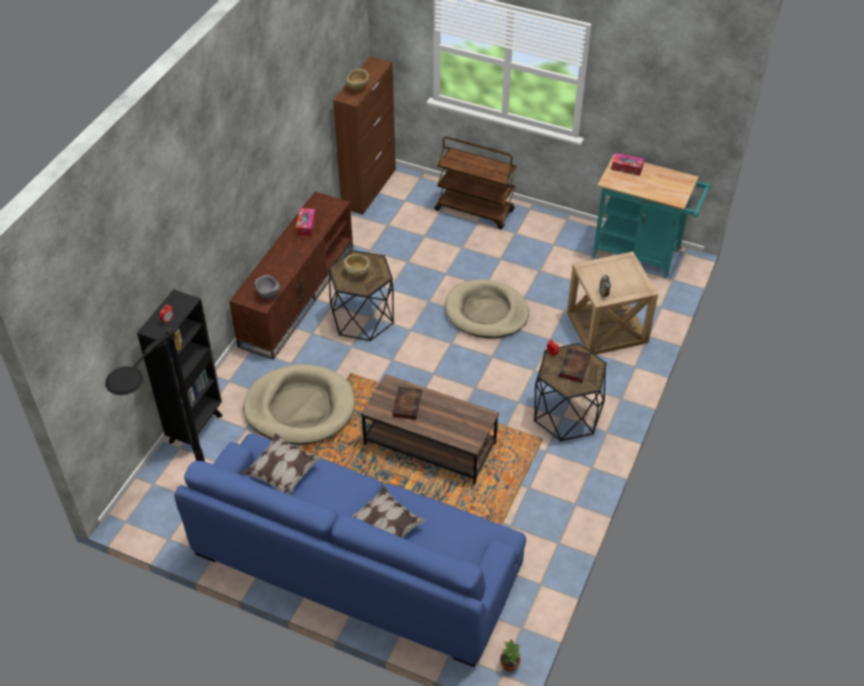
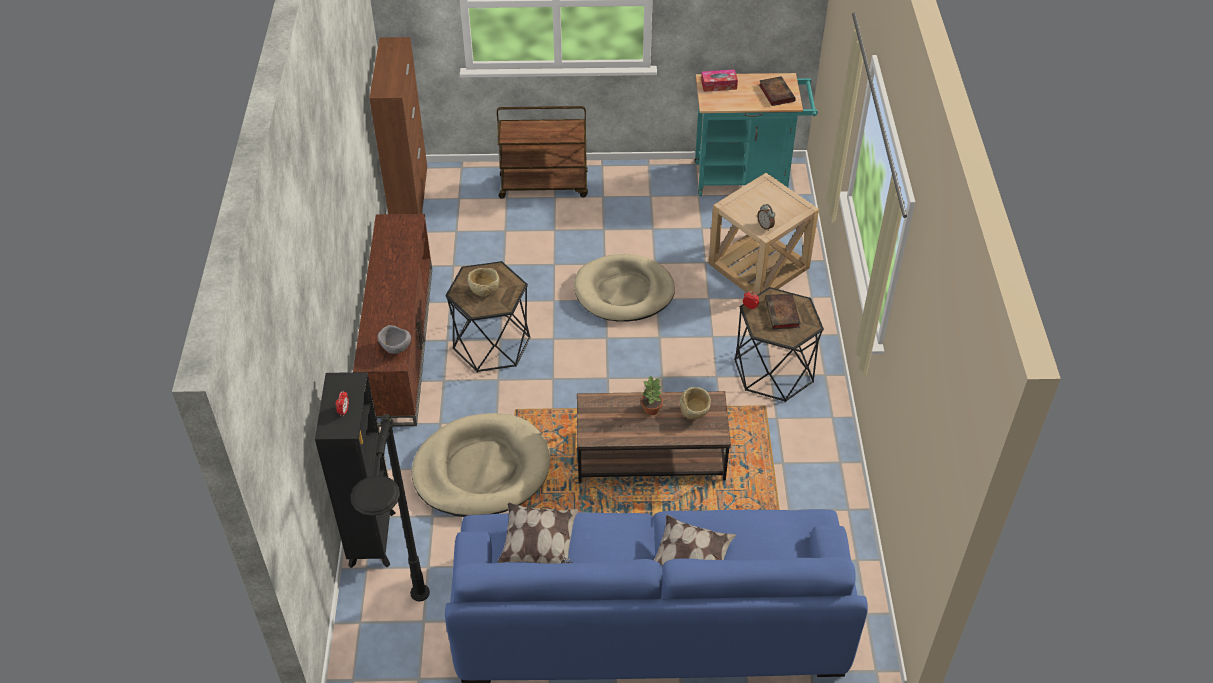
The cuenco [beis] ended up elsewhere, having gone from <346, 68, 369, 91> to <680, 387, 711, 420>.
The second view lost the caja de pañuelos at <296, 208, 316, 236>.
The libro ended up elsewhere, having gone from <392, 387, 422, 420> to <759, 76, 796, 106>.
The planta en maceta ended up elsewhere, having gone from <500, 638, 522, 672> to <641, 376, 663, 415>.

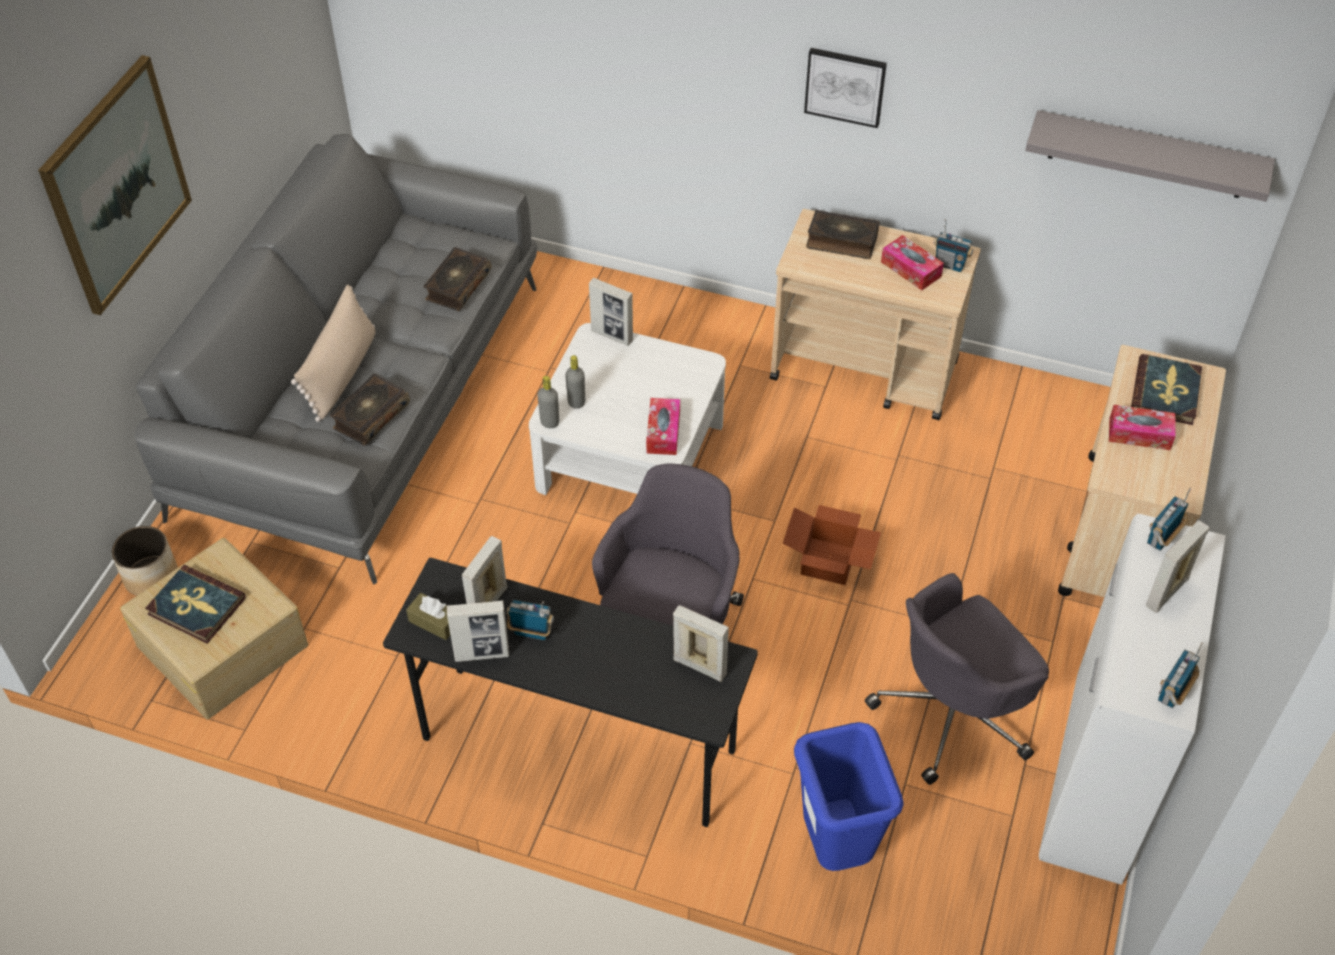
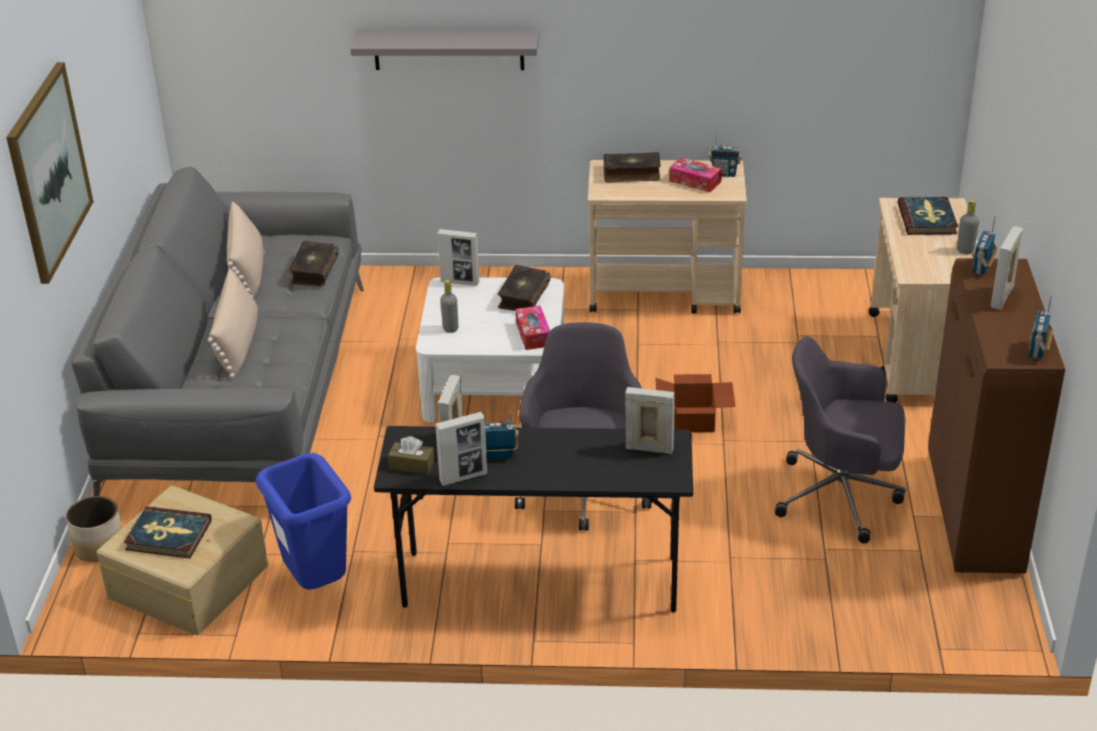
The second view lost the cuadro at <804, 48, 887, 128>.
The estante [gris] ended up elsewhere, having gone from <1025, 110, 1275, 202> to <350, 30, 539, 70>.
The libro ended up elsewhere, having gone from <330, 374, 410, 446> to <498, 265, 551, 311>.
The botella [gris] ended up elsewhere, having gone from <537, 376, 559, 428> to <957, 200, 979, 254>.
The second view lost the caja de pañuelos at <1109, 405, 1176, 450>.
What was the armario [blanco] at <1039, 513, 1226, 885> turned into the armario [marrón] at <928, 258, 1065, 574>.
The silla de oficina [gris] at <865, 573, 1049, 785> ended up facing another way, 60 degrees clockwise from before.
The papelera [azul] ended up elsewhere, having gone from <794, 722, 903, 871> to <256, 453, 351, 589>.
The second view gained the cojín [beis] at <227, 201, 264, 298>.

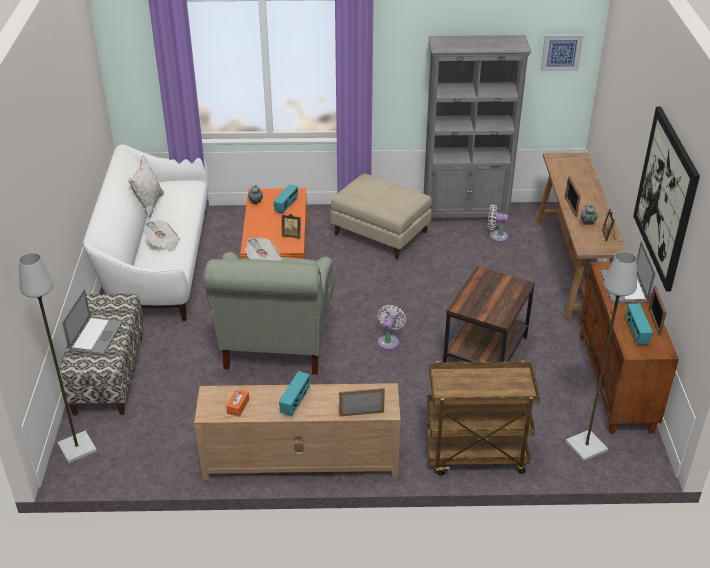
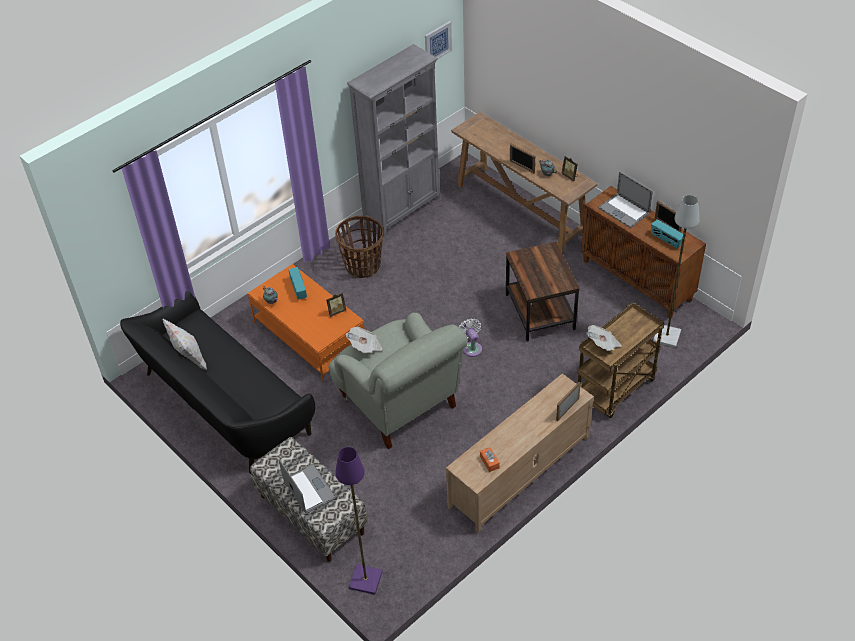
The second view lost the cuadro at <633, 107, 700, 291>.
What was the sofá [blanco] at <83, 144, 209, 321> turned into the sofá [negro] at <120, 291, 315, 474>.
Where the puf [beis] stood at <330, 174, 432, 259>, the cesta came to stand at <335, 215, 384, 278>.
The second view lost the ventilador [blanco] at <488, 205, 508, 242>.
The periódico ended up elsewhere, having gone from <143, 221, 180, 251> to <586, 325, 622, 351>.
What was the lámpara de pie [gris] at <19, 253, 97, 464> turned into the lámpara de pie [morado] at <336, 447, 383, 595>.
The second view lost the radio at <279, 371, 310, 416>.

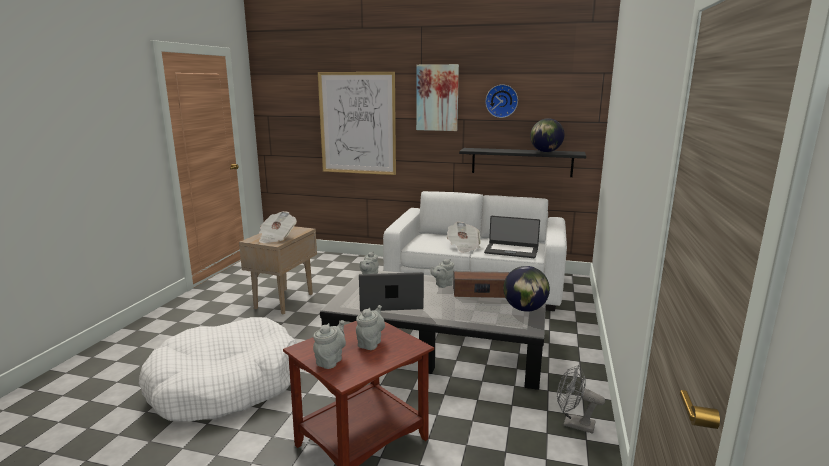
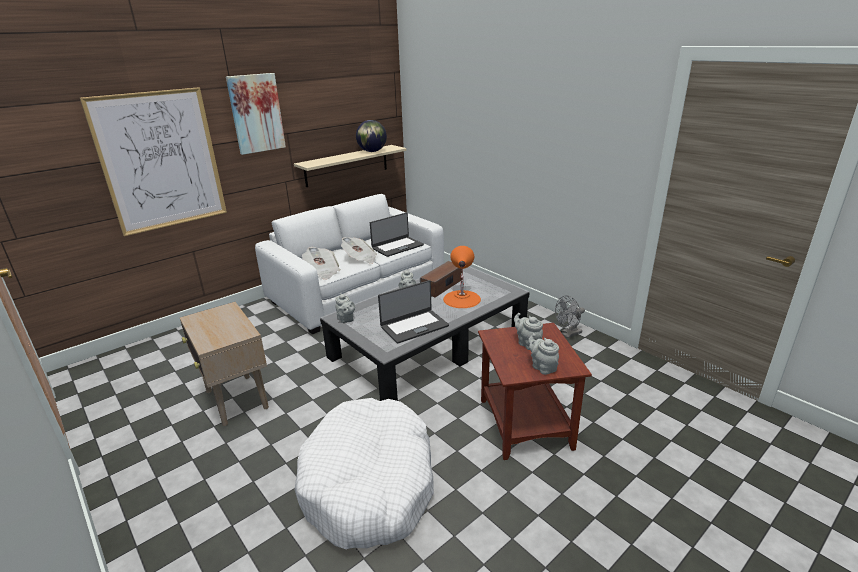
The second view lost the reloj de pared at <485, 84, 518, 118>.
What was the estante [negro] at <459, 148, 586, 177> turned into the estante [beis] at <294, 145, 407, 187>.
The periódico ended up elsewhere, having gone from <259, 211, 297, 243> to <302, 247, 341, 280>.
The second view lost the globo terráqueo at <503, 266, 550, 312>.
The portátil at <359, 272, 424, 312> ended up facing another way, 150 degrees counterclockwise from before.
The second view gained the lámpara de mesa [naranja] at <443, 246, 481, 308>.

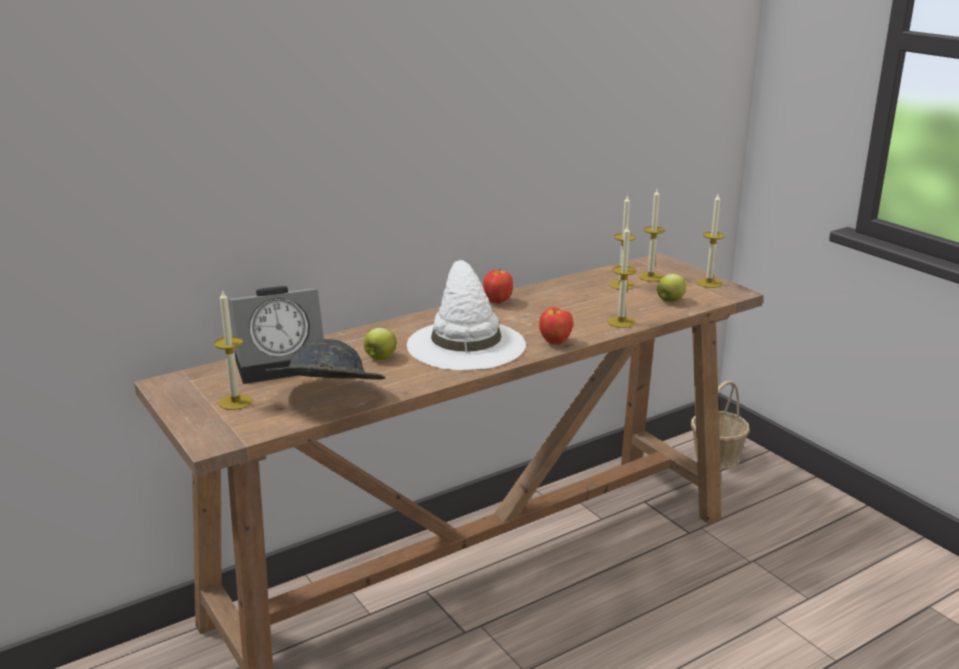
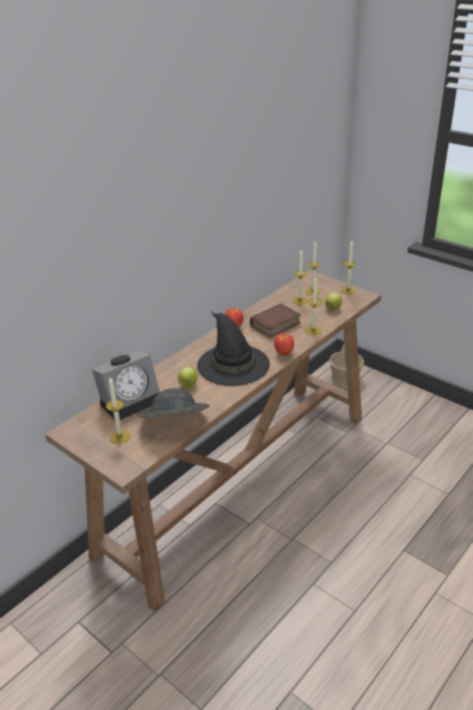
What was the sombrero [blanco] at <407, 260, 526, 370> turned into the sombrero [negro] at <197, 312, 270, 386>.
The second view gained the libro at <250, 304, 301, 338>.

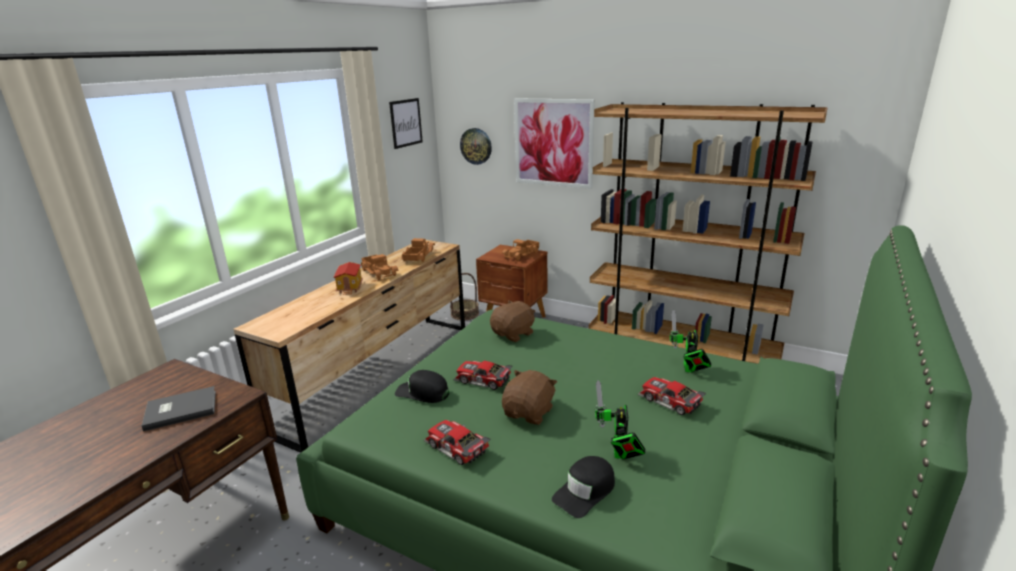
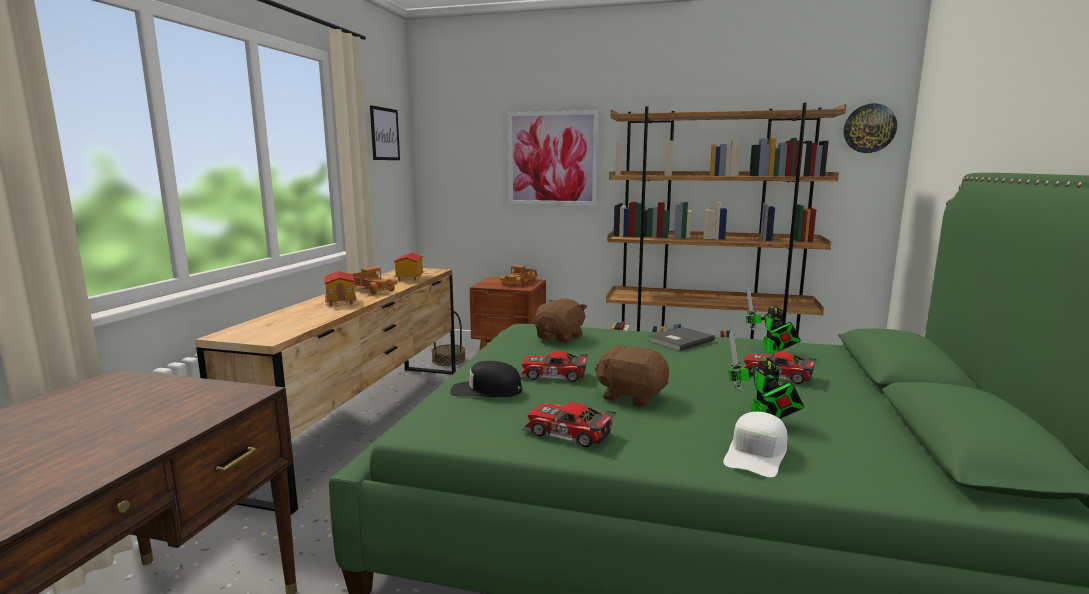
The reloj de pared ended up elsewhere, having gone from <460, 128, 492, 165> to <844, 104, 897, 153>.
Where the camión de juguete stood at <401, 238, 435, 262>, the casita came to stand at <394, 253, 424, 281>.
The peluche [marrón] at <502, 370, 557, 425> ended up facing another way, 75 degrees counterclockwise from before.
The libro [gris] ended up elsewhere, having gone from <142, 386, 216, 431> to <648, 327, 715, 351>.
What was the gorra [negro] at <552, 456, 615, 518> turned into the gorra [blanco] at <723, 412, 787, 477>.

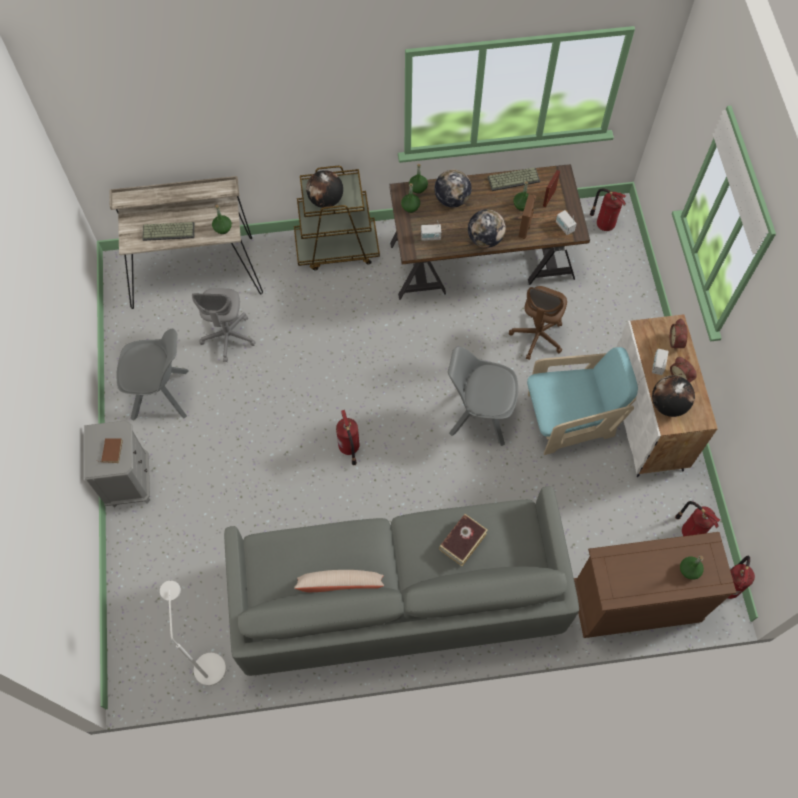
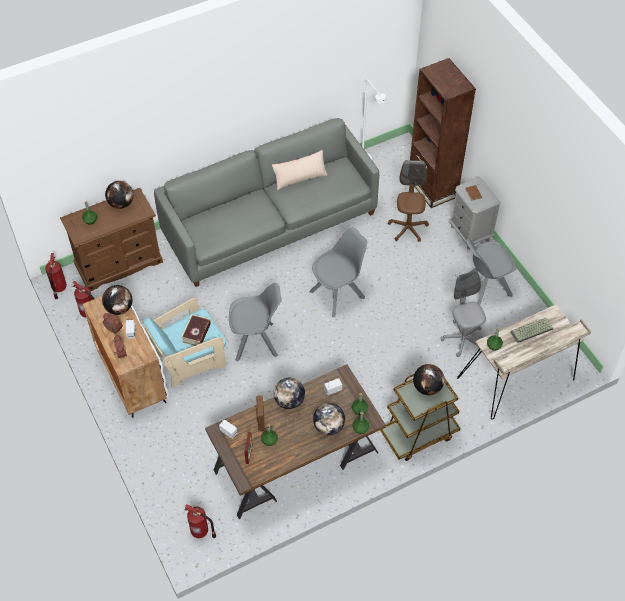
The second view lost the teclado at <488, 167, 540, 191>.
The silla de oficina [marrón] ended up elsewhere, having gone from <509, 286, 567, 360> to <388, 160, 429, 242>.
Where the extintor stood at <336, 410, 360, 465>, the silla [gris] came to stand at <310, 228, 367, 317>.
The libro ended up elsewhere, having gone from <439, 514, 488, 566> to <181, 314, 211, 346>.
The second view gained the estantería [marrón] at <410, 58, 476, 208>.
The second view gained the globo terráqueo at <105, 181, 133, 209>.

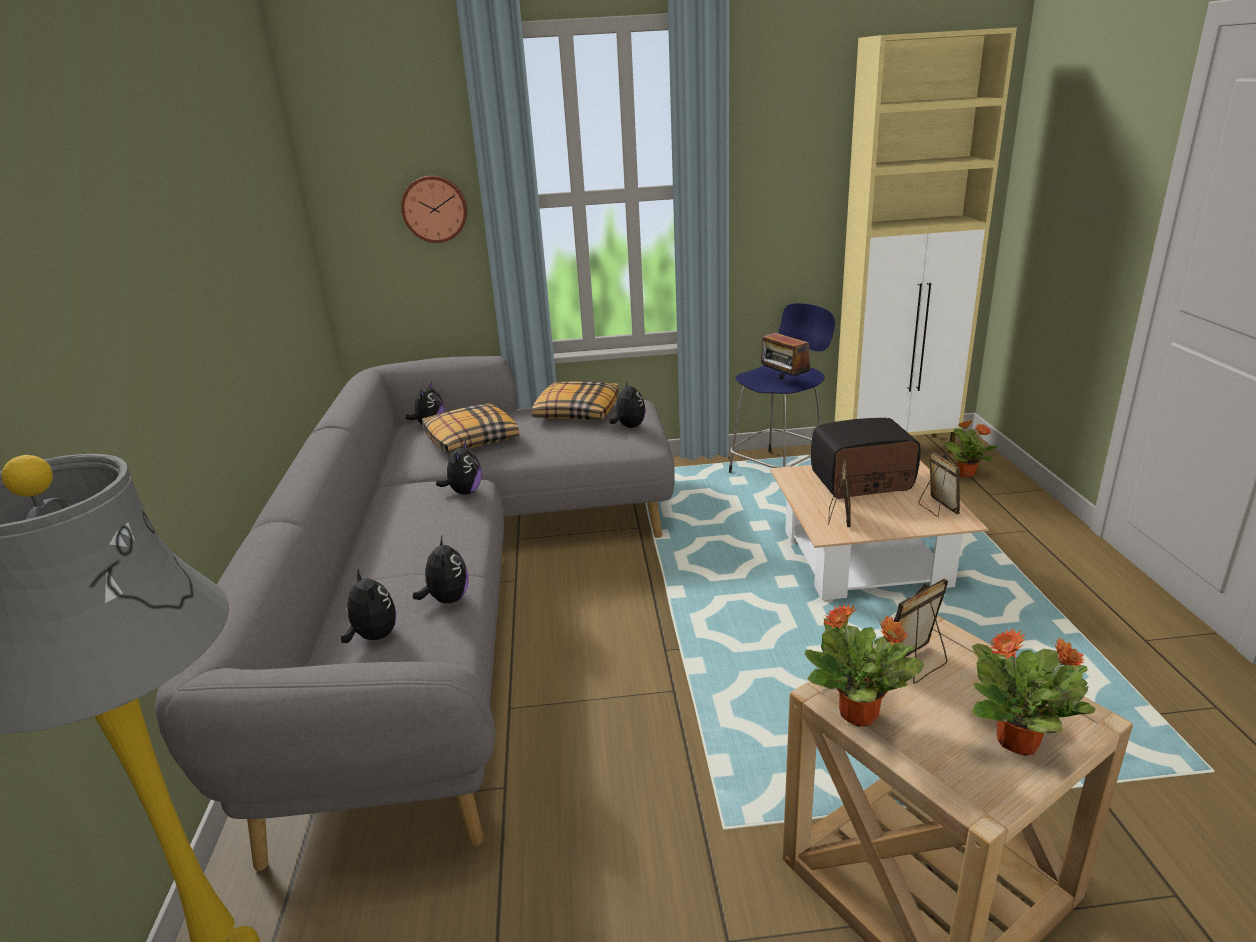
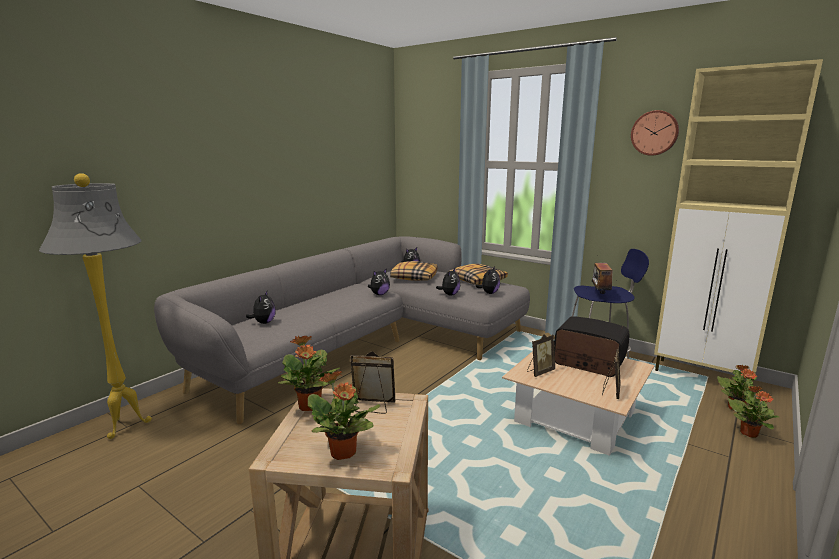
The reloj de pared ended up elsewhere, having gone from <401, 175, 467, 243> to <631, 110, 679, 156>.
The peluche ended up elsewhere, having gone from <413, 536, 469, 603> to <436, 268, 460, 296>.
The second view gained the planta en maceta at <728, 386, 779, 438>.

